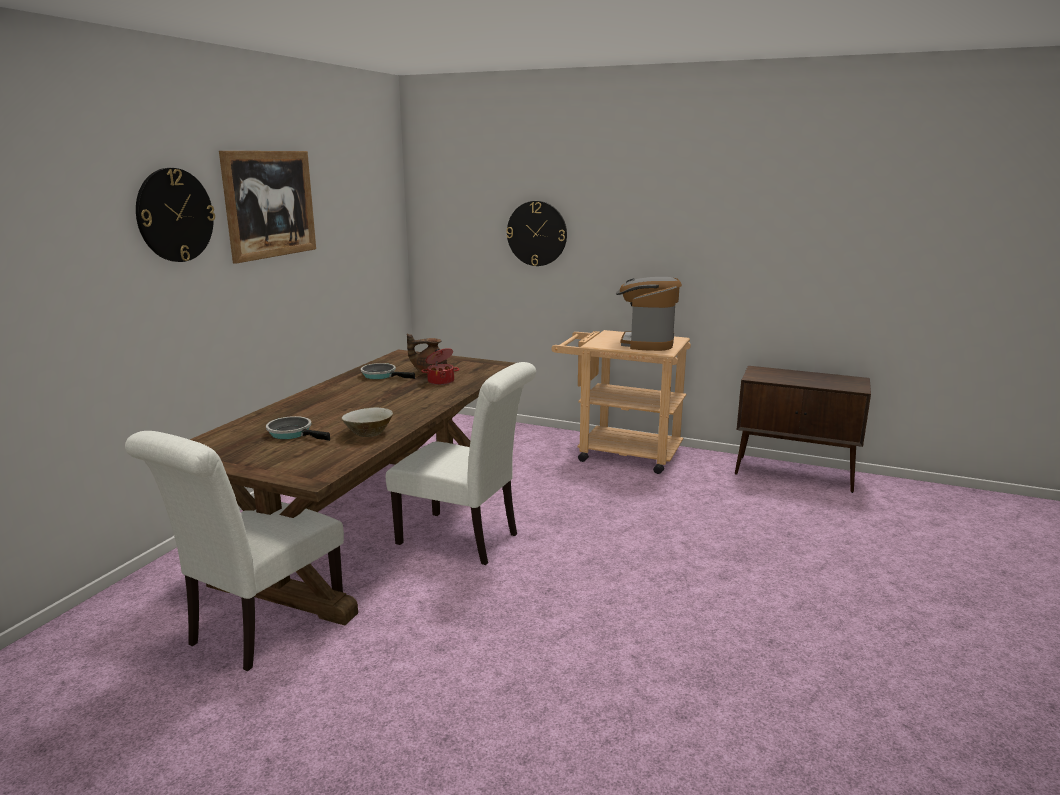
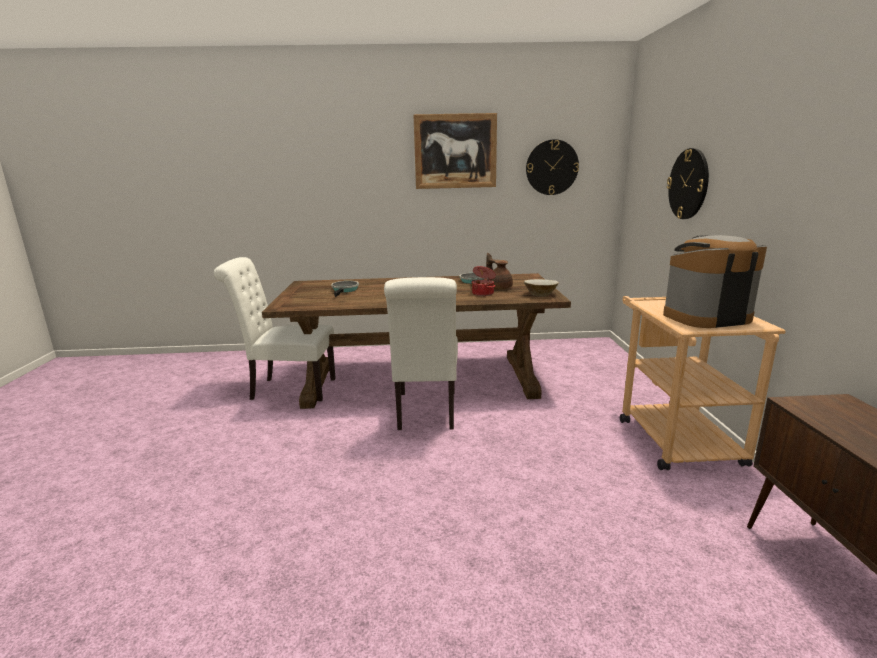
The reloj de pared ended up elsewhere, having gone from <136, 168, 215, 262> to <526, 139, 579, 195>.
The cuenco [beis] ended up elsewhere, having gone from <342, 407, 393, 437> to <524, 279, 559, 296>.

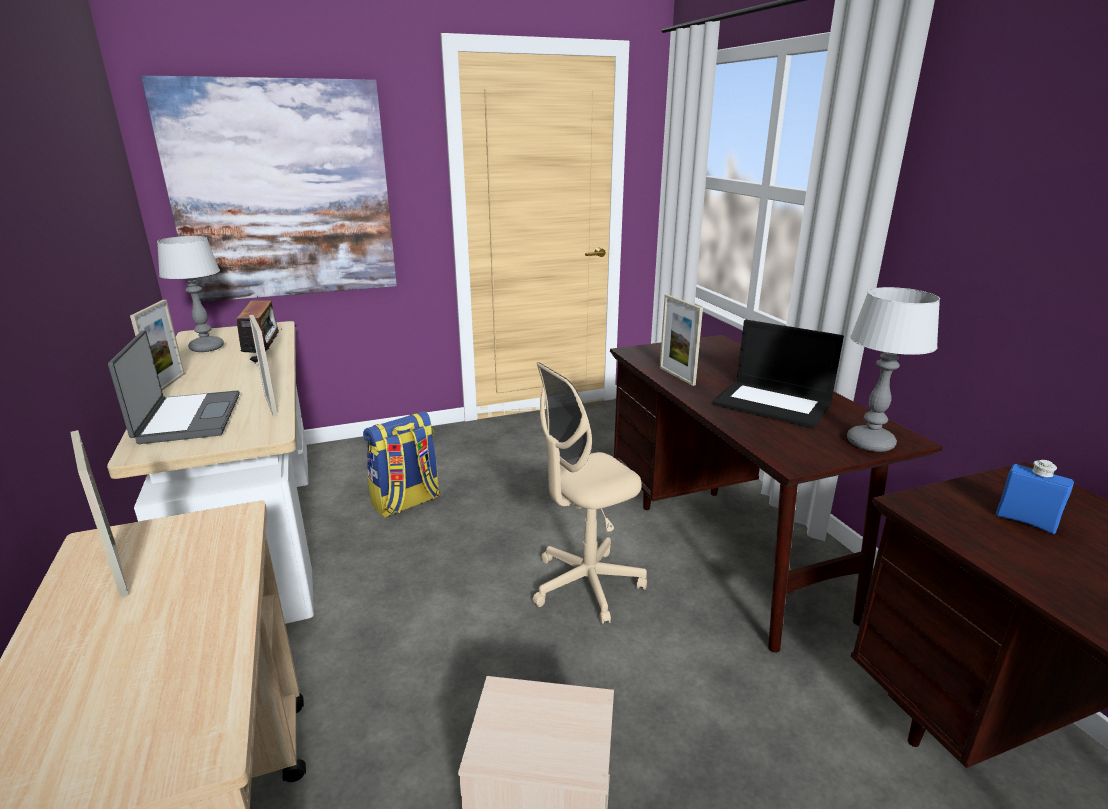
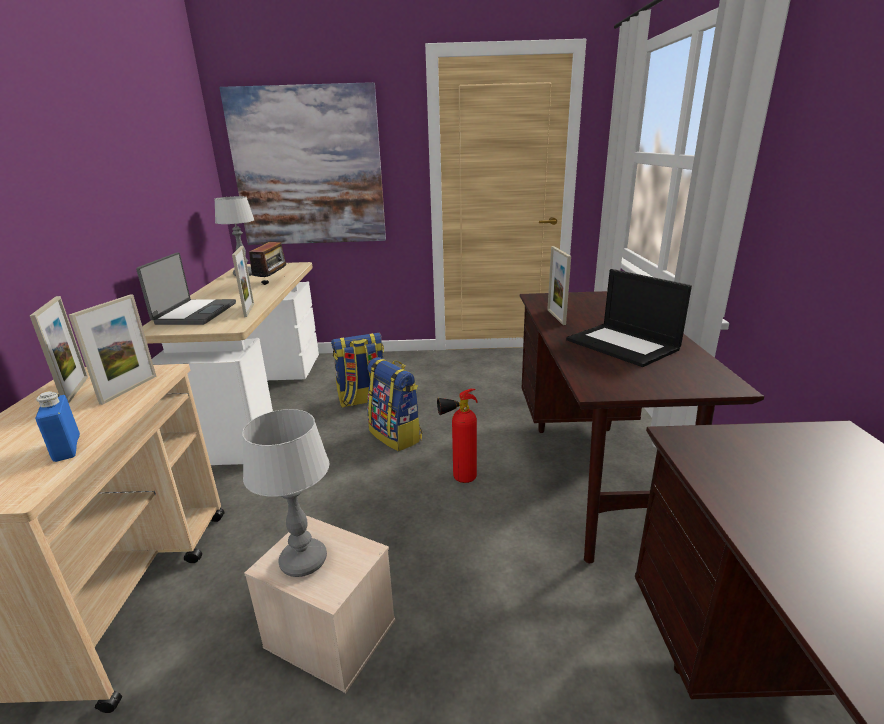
The lámpara de mesa ended up elsewhere, having gone from <847, 287, 940, 452> to <242, 409, 329, 577>.
The portarretratos ended up elsewhere, having gone from <130, 300, 185, 391> to <69, 294, 157, 405>.
Where the silla de oficina [beis] stood at <533, 362, 647, 624>, the extintor came to stand at <437, 389, 478, 483>.
The botella [azul] ended up elsewhere, having gone from <996, 460, 1074, 534> to <35, 391, 80, 462>.
The second view gained the mochila at <367, 357, 422, 451>.

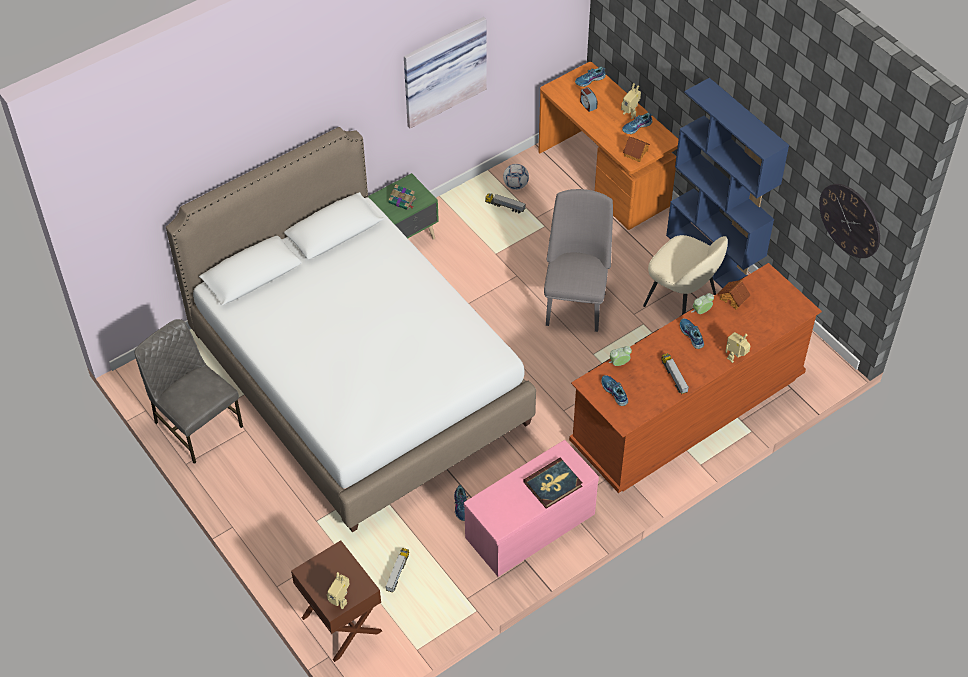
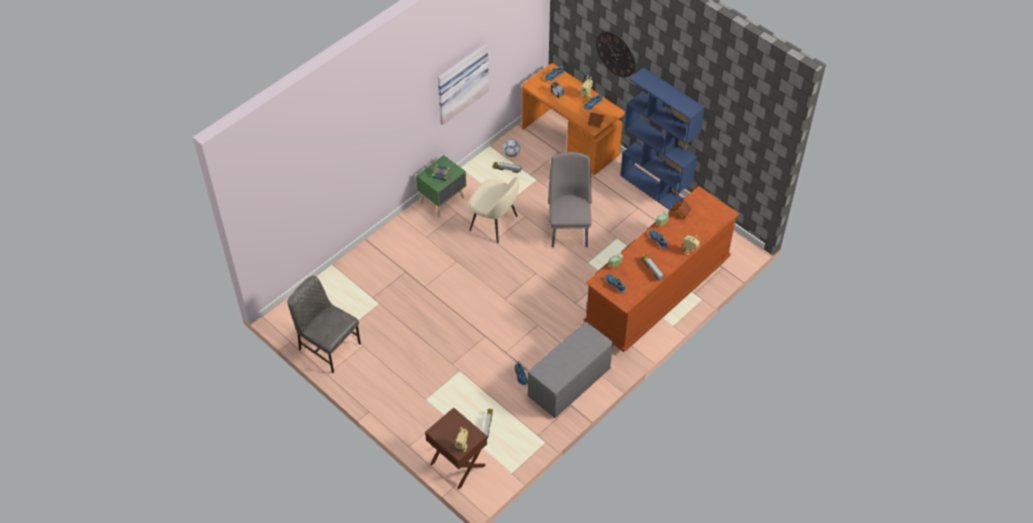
The second view lost the cama [blanco] at <166, 127, 536, 532>.
The reloj de pared ended up elsewhere, having gone from <819, 184, 880, 258> to <596, 31, 636, 77>.
The silla [beis] ended up elsewhere, having gone from <643, 235, 728, 314> to <469, 177, 519, 243>.
What was the banco [rosa] at <464, 440, 599, 577> turned into the banco [gris] at <528, 322, 613, 418>.
The second view lost the libro at <523, 458, 582, 509>.

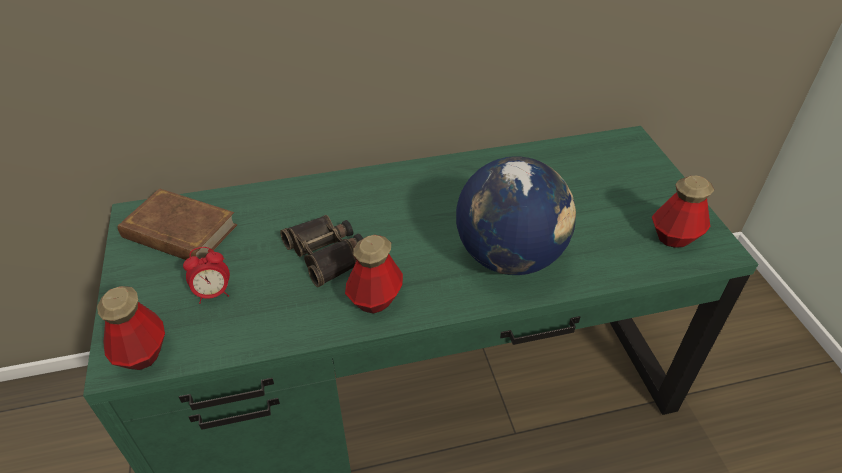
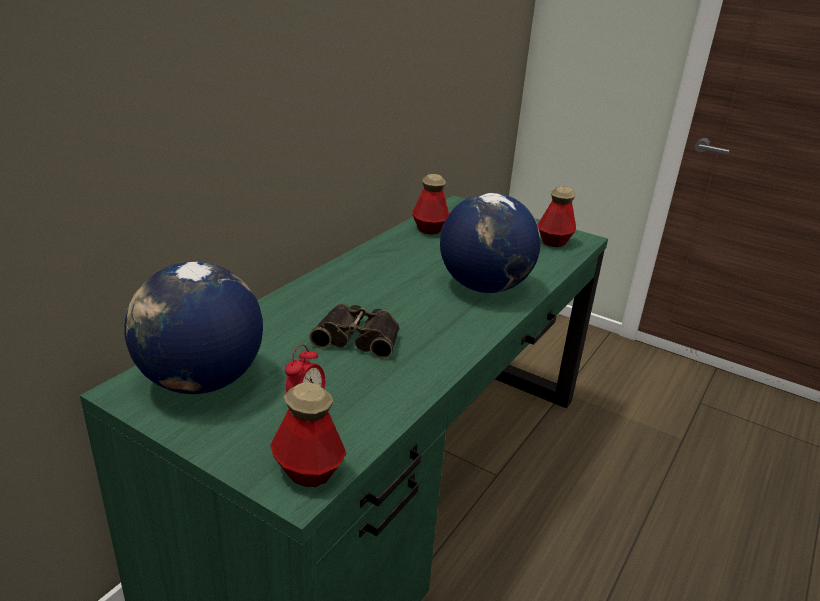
Where the libro [marrón] stood at <118, 188, 237, 260>, the globo terráqueo came to stand at <124, 262, 263, 394>.
The botella ended up elsewhere, having gone from <345, 235, 403, 314> to <412, 174, 449, 235>.

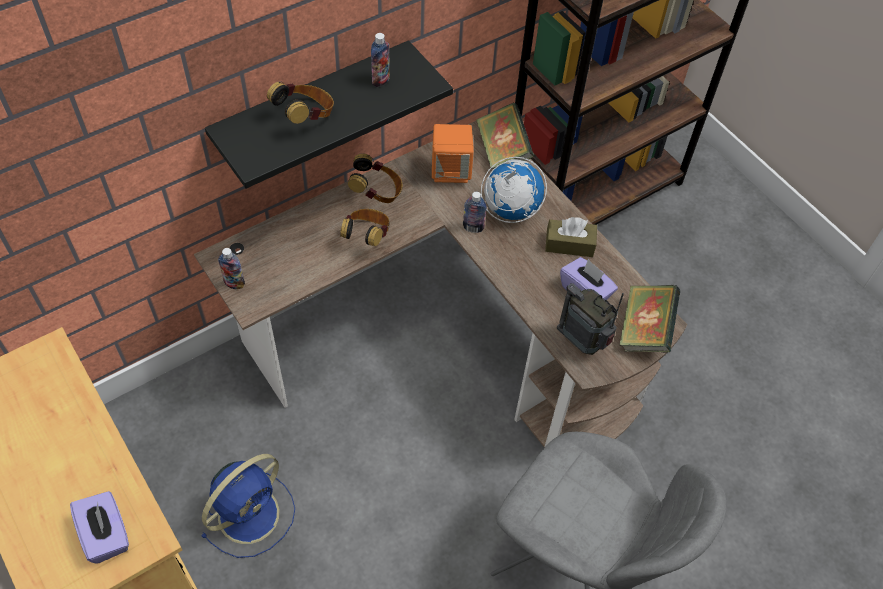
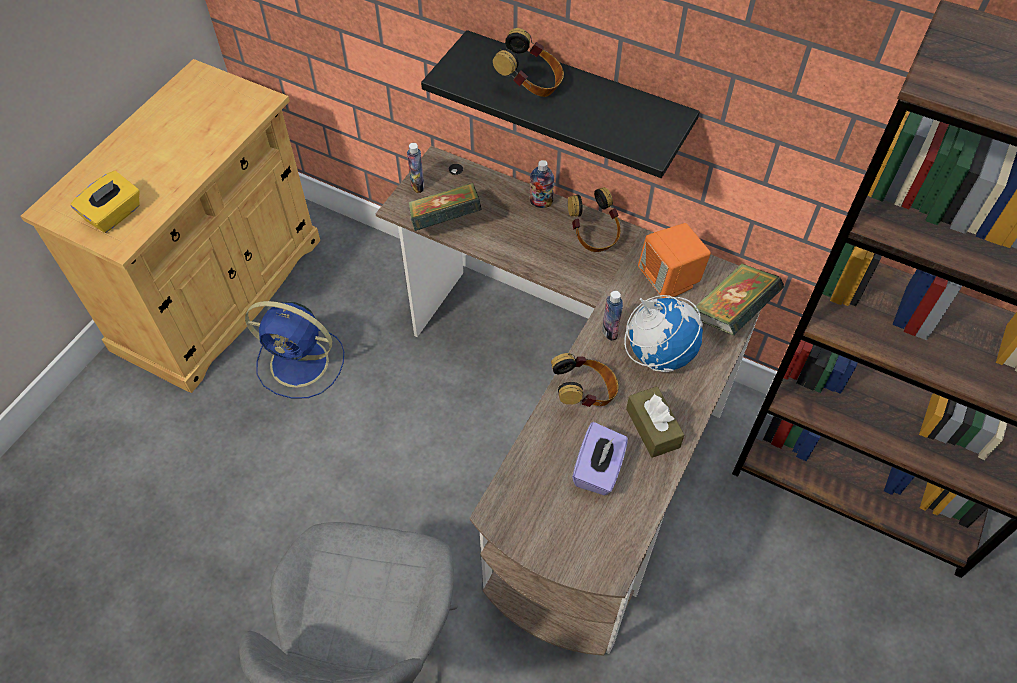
The botella ended up elsewhere, having gone from <371, 33, 390, 87> to <529, 160, 554, 208>.
The auriculares ended up elsewhere, having gone from <340, 209, 389, 246> to <551, 353, 618, 407>.
The second view lost the radio at <557, 283, 624, 355>.
The libro ended up elsewhere, having gone from <619, 285, 680, 352> to <409, 183, 482, 231>.
What was the caja de pañuelos [morado] at <70, 491, 129, 564> turned into the caja de pañuelos [amarillo] at <71, 171, 140, 233>.

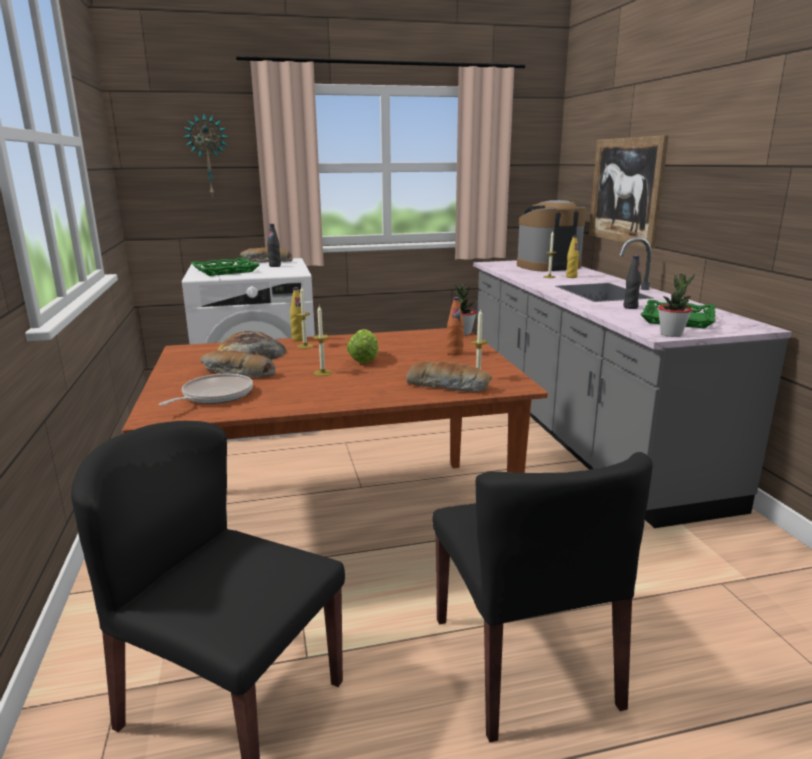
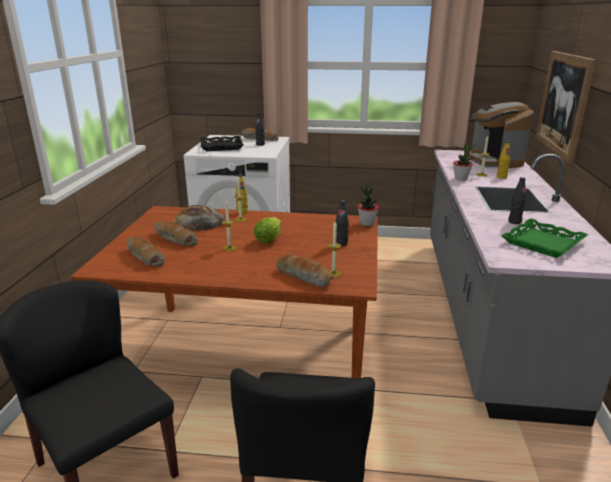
The second view lost the reloj de pared at <183, 114, 228, 197>.
The cafetera at <517, 200, 586, 271> ended up facing another way, 105 degrees counterclockwise from before.
What was the bandeja [verde] at <191, 257, 260, 276> turned into the bandeja [negro] at <200, 136, 244, 151>.
The planta en maceta ended up elsewhere, having gone from <658, 273, 695, 337> to <453, 143, 475, 181>.
What was the botella [naranja] at <447, 297, 464, 356> turned into the botella [negro] at <336, 200, 349, 246>.
Where the sartén stood at <159, 374, 253, 406>, the pan came to stand at <127, 236, 165, 266>.

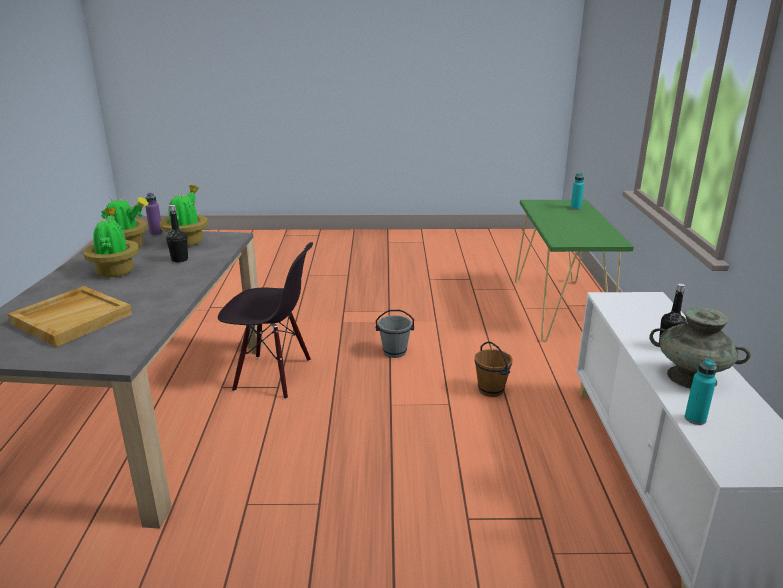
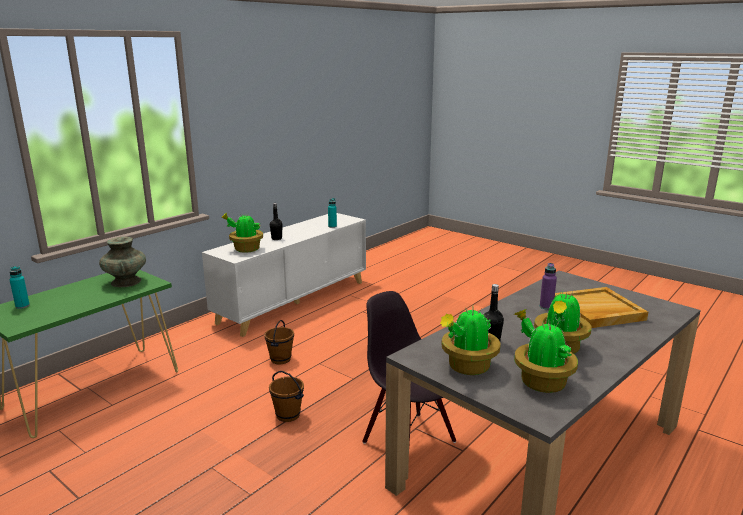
The botella [morado] ended up elsewhere, having gone from <145, 193, 163, 237> to <540, 263, 557, 310>.
The florero [turquesa] ended up elsewhere, having gone from <649, 307, 751, 389> to <99, 237, 146, 287>.
What was the cubo [gris] at <376, 310, 414, 358> turned into the cubo [marrón] at <269, 371, 304, 422>.
The second view gained the planta en maceta at <221, 212, 263, 253>.

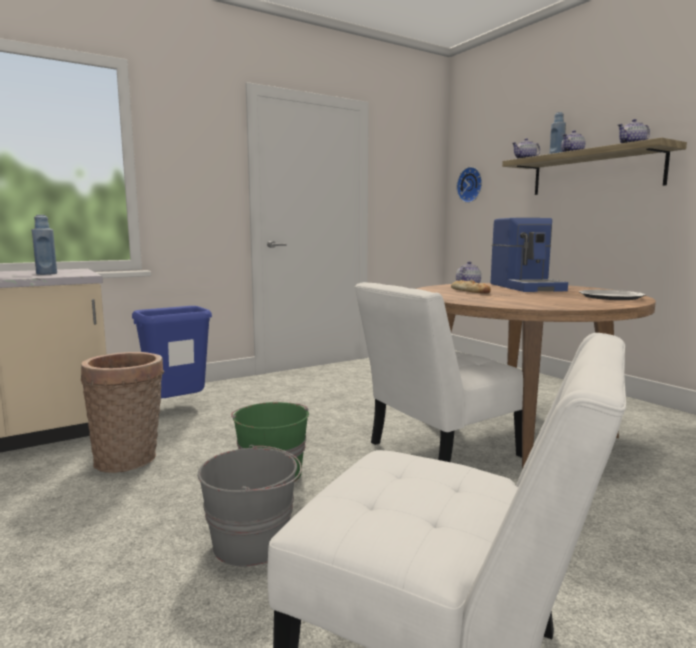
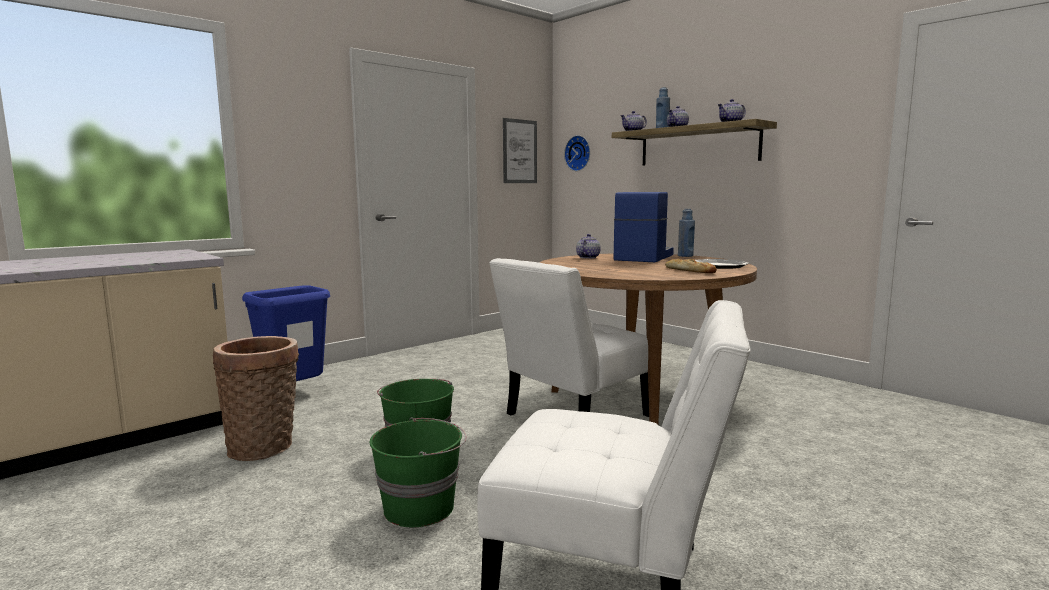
The botella [azul] ended up elsewhere, having gone from <32, 215, 57, 275> to <678, 209, 695, 257>.
The cafetera at <491, 218, 568, 292> ended up facing another way, 135 degrees counterclockwise from before.
The pan ended up elsewhere, having gone from <451, 280, 491, 294> to <665, 259, 717, 273>.
What was the cubo [gris] at <198, 445, 301, 566> turned into the cubo [verde] at <370, 417, 466, 527>.
The second view gained the cuadro at <503, 118, 537, 183>.

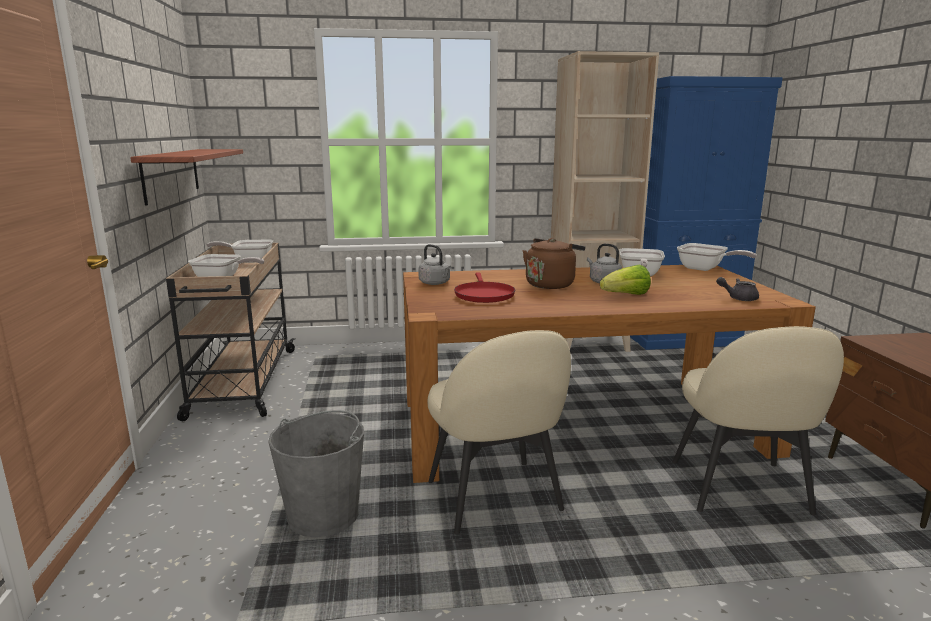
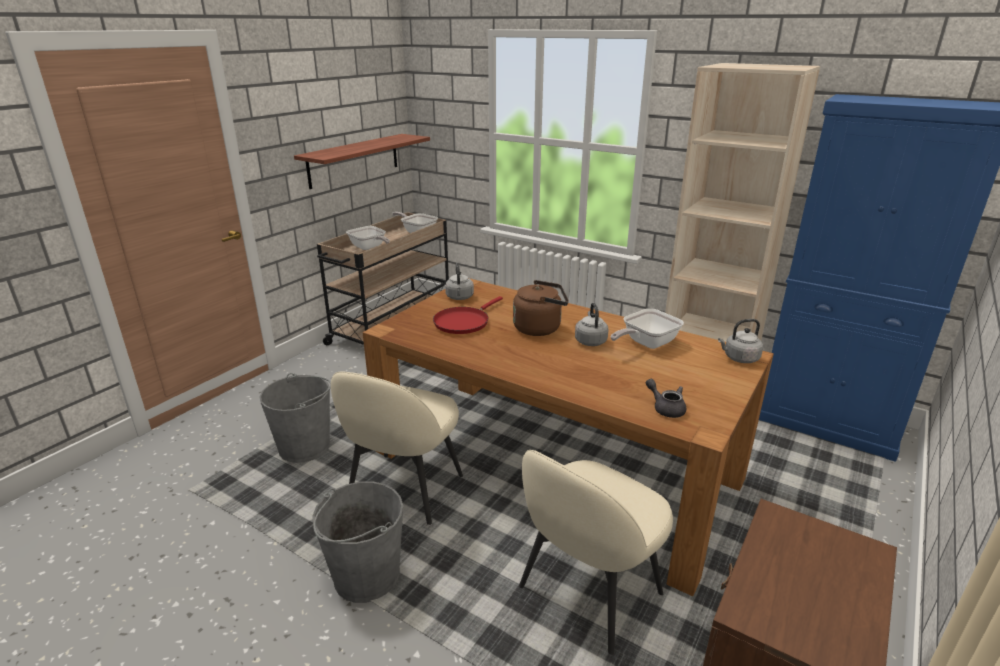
Where the sartén stood at <677, 243, 757, 271>, the hervidor [gris] came to stand at <718, 319, 763, 363>.
The second view lost the lechuga at <600, 265, 651, 295>.
The second view gained the cubo [gris] at <312, 482, 403, 603>.

